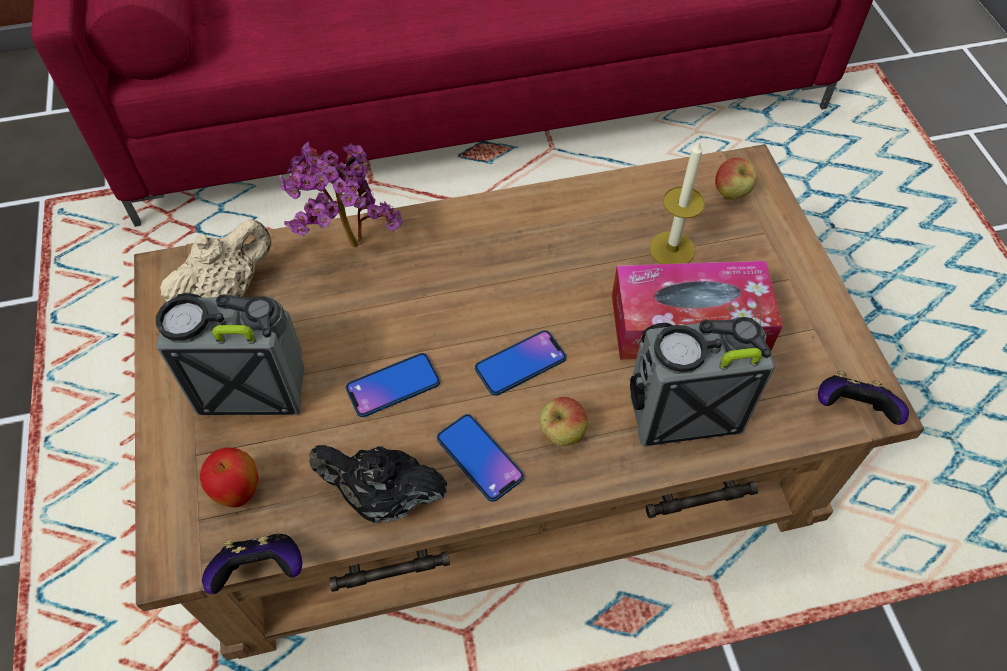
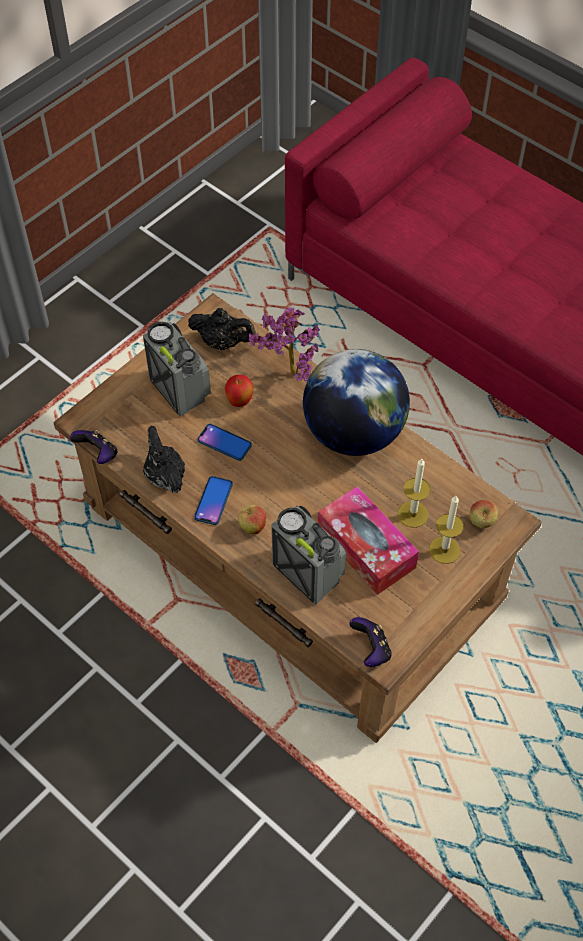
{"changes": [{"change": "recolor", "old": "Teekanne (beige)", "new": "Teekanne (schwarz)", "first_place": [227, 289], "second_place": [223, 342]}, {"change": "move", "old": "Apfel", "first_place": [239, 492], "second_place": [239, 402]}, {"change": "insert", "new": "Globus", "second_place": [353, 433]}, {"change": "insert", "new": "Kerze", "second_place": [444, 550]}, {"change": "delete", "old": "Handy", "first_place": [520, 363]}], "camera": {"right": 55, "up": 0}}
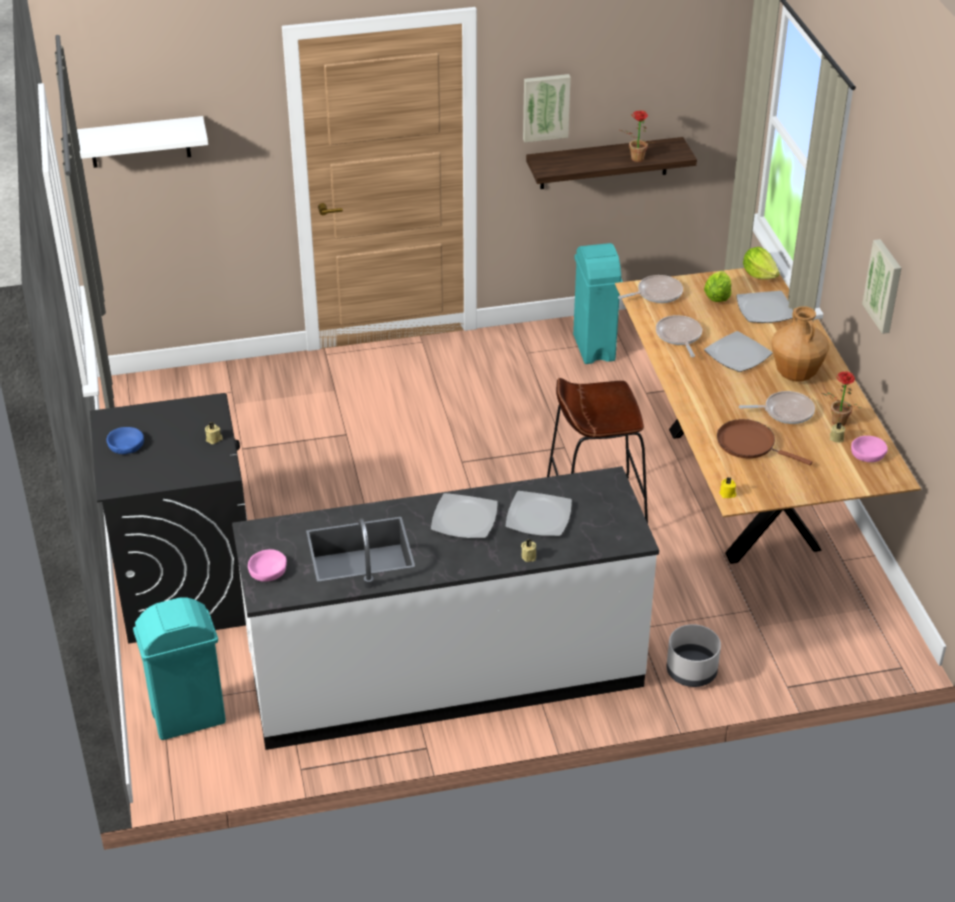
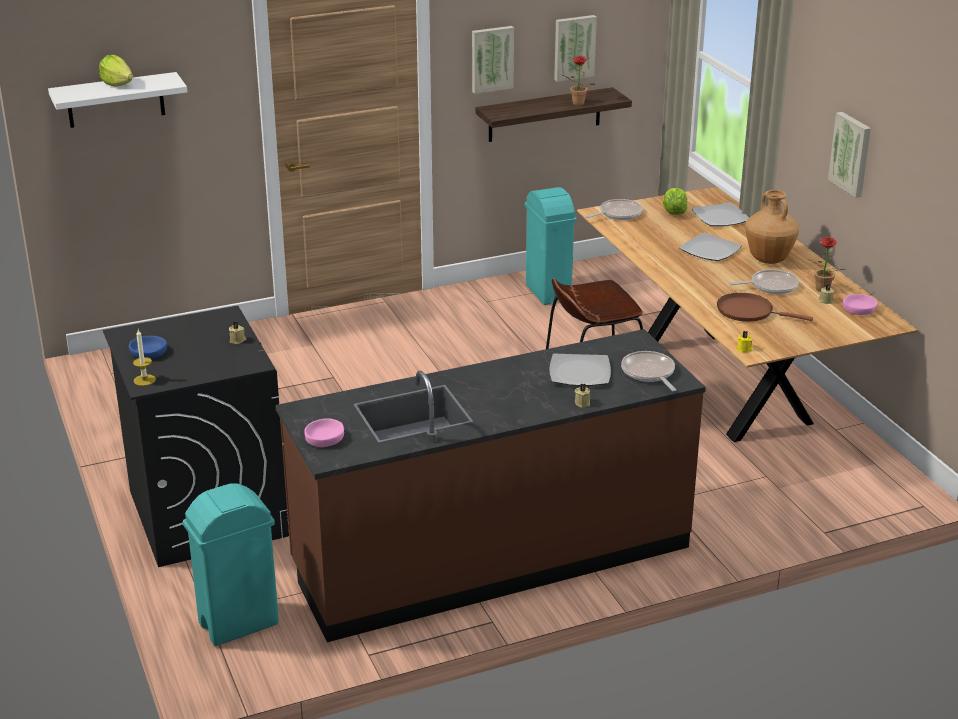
{"changes": [{"change": "move", "old": "Salatkopf", "first_place": [759, 274], "second_place": [117, 84]}, {"change": "insert", "new": "Kerze", "second_place": [144, 380]}, {"change": "recolor", "old": "Küchenzeile (weiß)", "new": "Küchenzeile (braun)", "first_place": [446, 674], "second_place": [491, 557]}, {"change": "insert", "new": "Bild", "second_place": [574, 47]}, {"change": "move", "old": "Pfanne", "first_place": [679, 336], "second_place": [649, 373]}, {"change": "delete", "old": "Teller", "first_place": [464, 519]}, {"change": "delete", "old": "Pflanzkübel (grau)", "first_place": [692, 672]}], "camera": {"right": -10, "up": -10}}
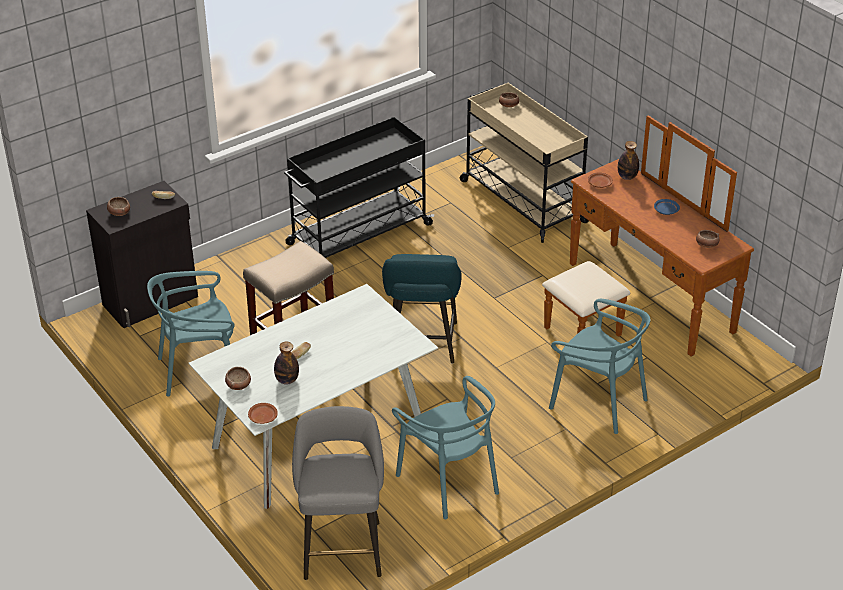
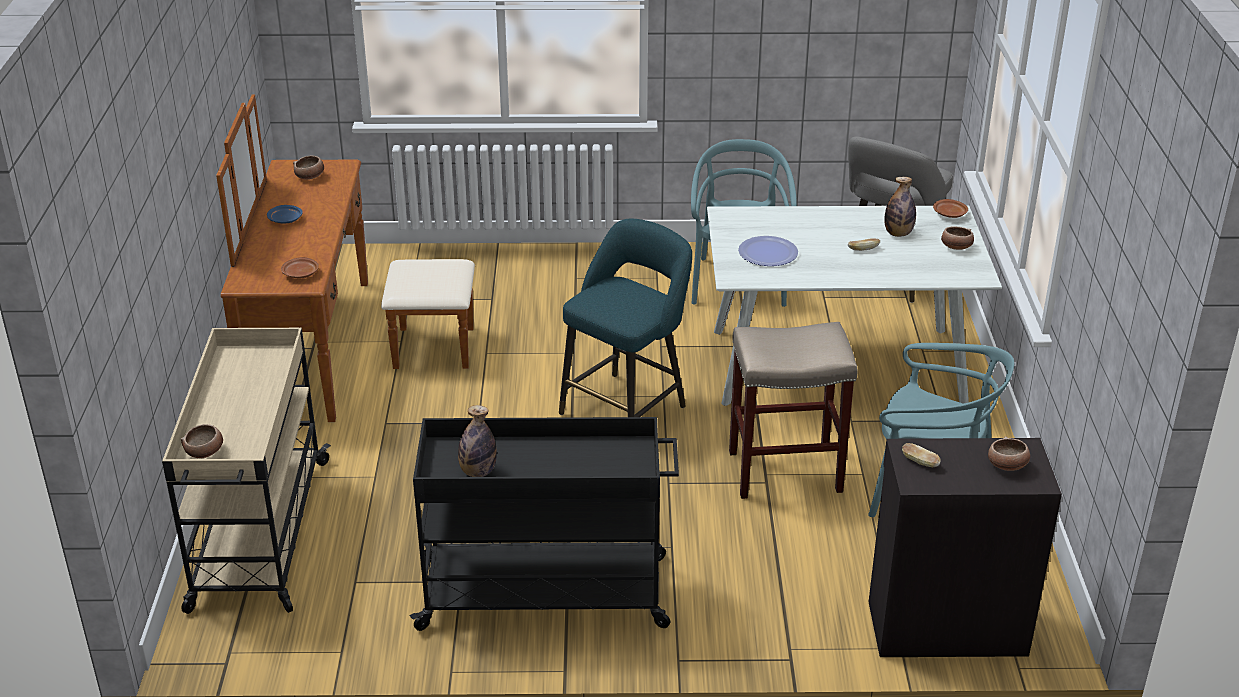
{"changes": [{"change": "move", "old": "Flasche", "first_place": [627, 177], "second_place": [478, 472]}, {"change": "insert", "new": "Teller", "second_place": [768, 253]}, {"change": "delete", "old": "Stuhl (türkis)", "first_place": [598, 401]}], "camera": {"right": -145, "up": -5}}
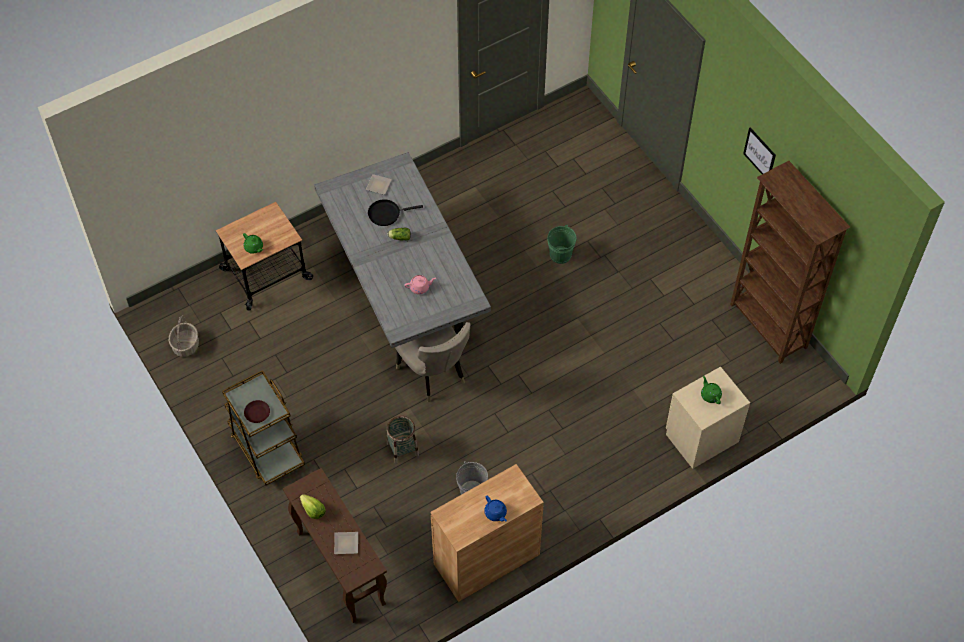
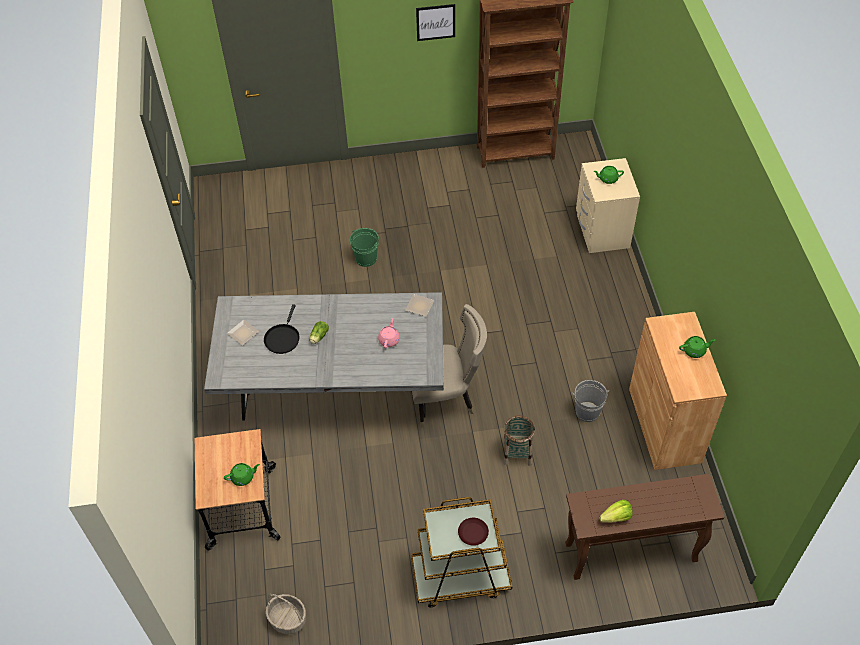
{"changes": [{"change": "move", "old": "Teller", "first_place": [347, 543], "second_place": [419, 305]}, {"change": "recolor", "old": "Teekanne (blau)", "new": "Teekanne (grün)", "first_place": [495, 513], "second_place": [694, 351]}], "camera": {"right": -65, "up": -5}}
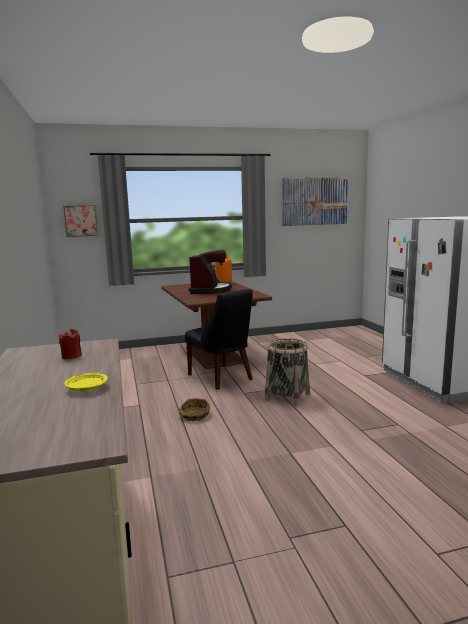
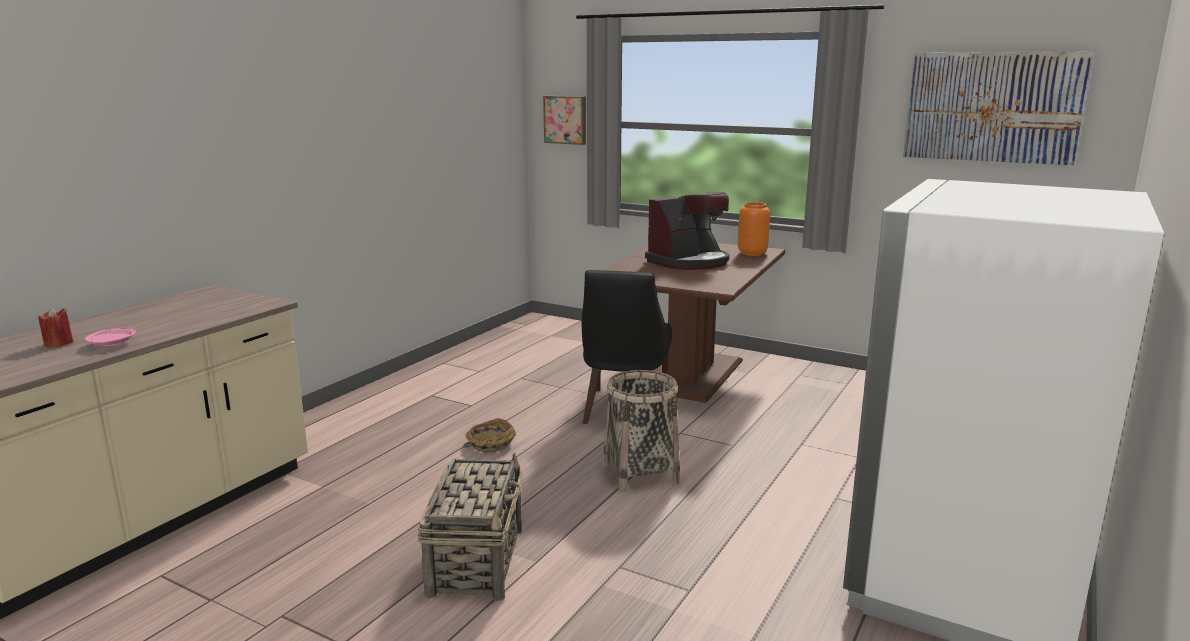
{"changes": [{"change": "move", "old": "Kerze (rot)", "first_place": [71, 356], "second_place": [59, 343]}, {"change": "recolor", "old": "Teller (gelb)", "new": "Teller (rosa)", "first_place": [87, 388], "second_place": [112, 343]}, {"change": "insert", "new": "Korb", "second_place": [477, 560]}], "camera": {"right": 45, "up": 5}}
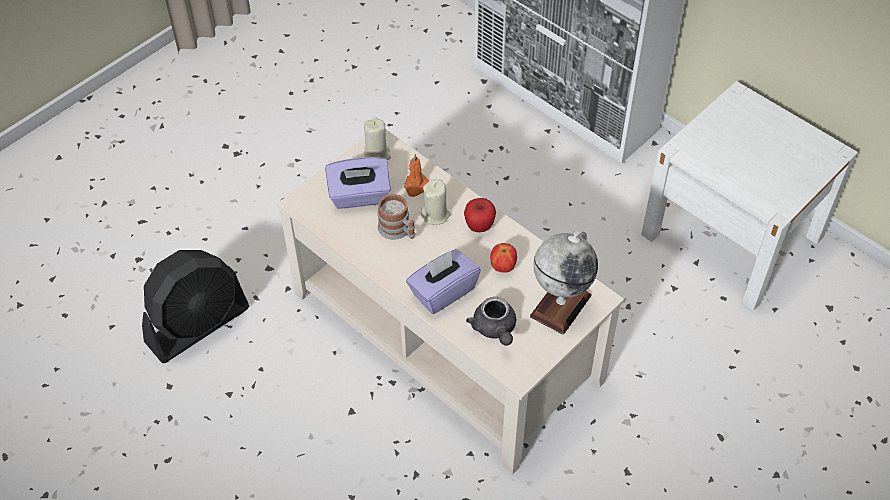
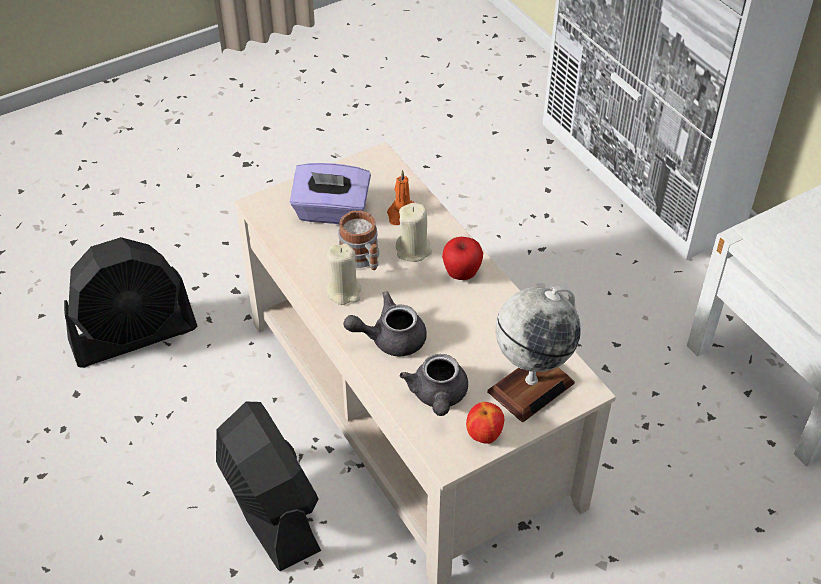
{"changes": [{"change": "insert", "new": "Ventilator (schwarz)", "second_place": [270, 509]}, {"change": "move", "old": "Kerze (beige)", "first_place": [377, 153], "second_place": [344, 291]}, {"change": "replace", "old": "Taschentuchbox (lila)", "new": "Teekanne (grau)", "first_place": [443, 291], "second_place": [390, 339]}, {"change": "move", "old": "Apfel", "first_place": [503, 267], "second_place": [484, 435]}], "camera": {"right": 15, "up": -5}}
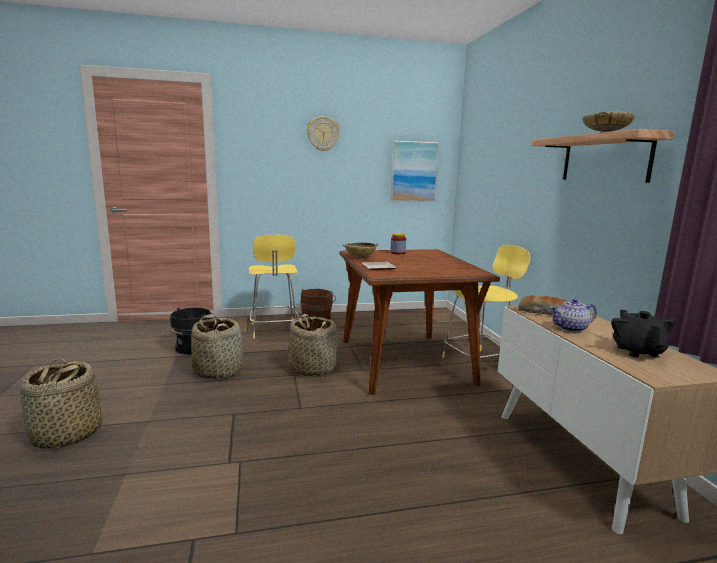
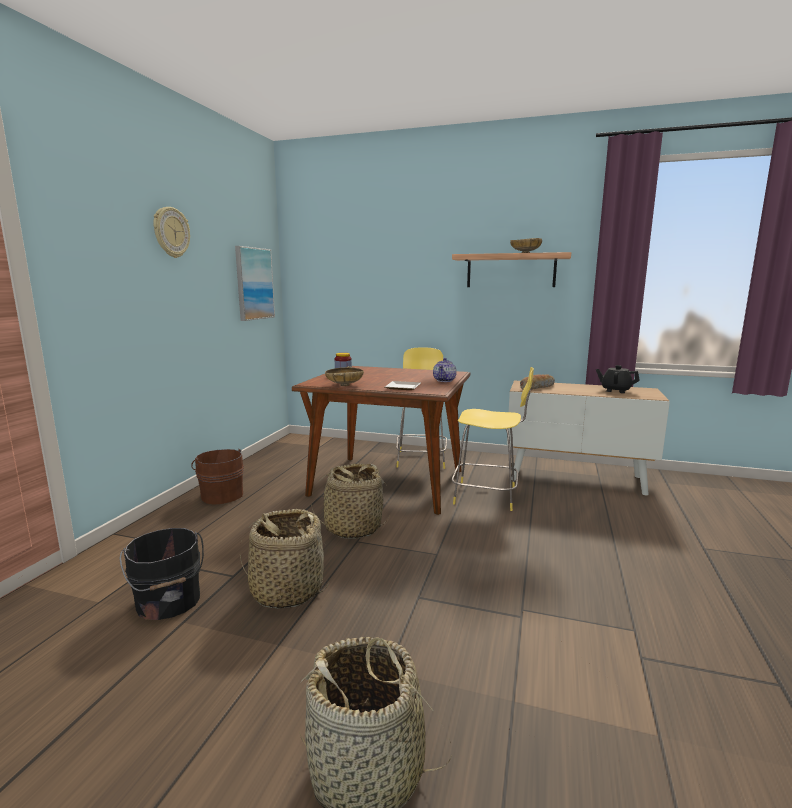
{"changes": [{"change": "move", "old": "Teekanne", "first_place": [571, 328], "second_place": [444, 380]}, {"change": "move", "old": "Hocker (gelb)", "first_place": [274, 330], "second_place": [488, 496]}], "camera": {"right": -60, "up": 0}}
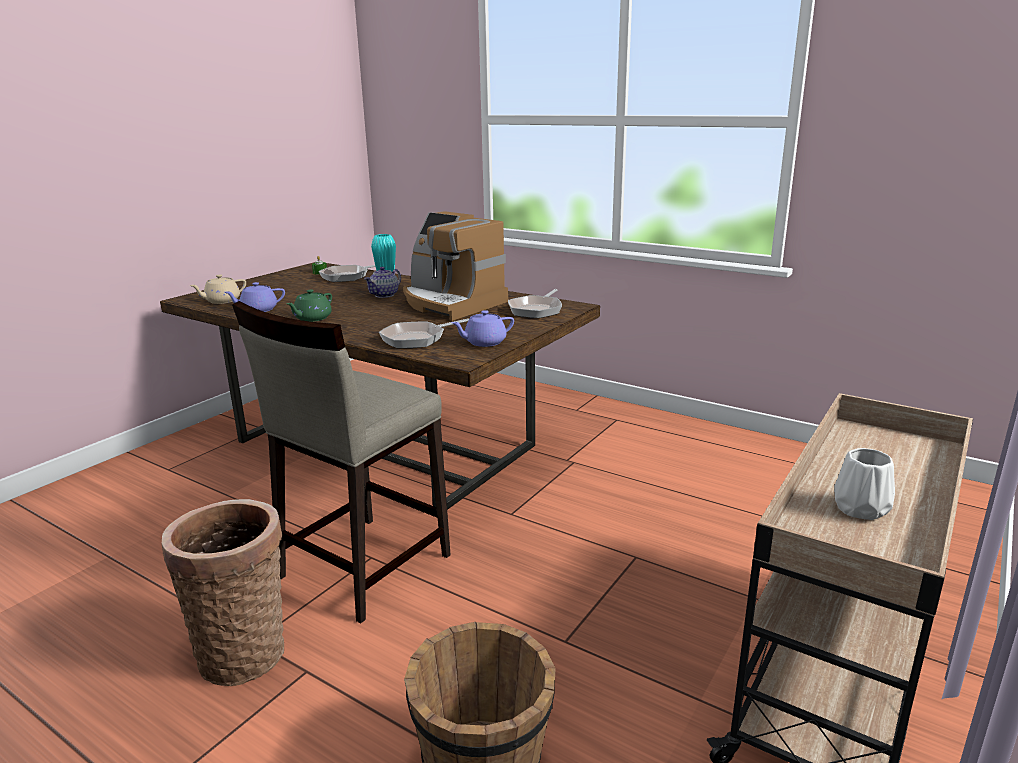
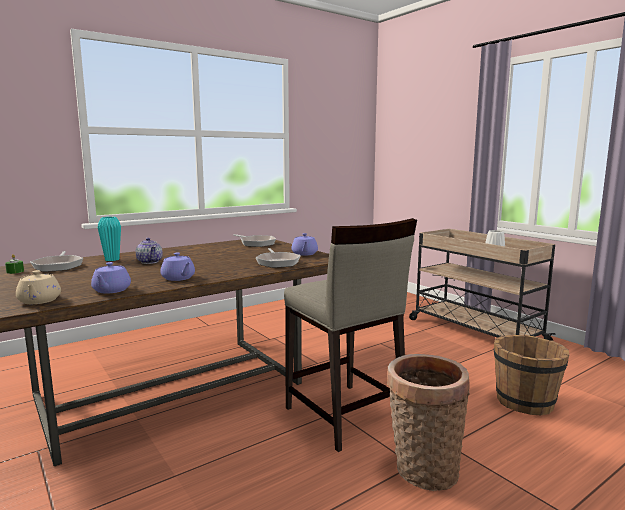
{"changes": [{"change": "recolor", "old": "Teekanne (grün)", "new": "Teekanne (lila)", "first_place": [312, 318], "second_place": [178, 278]}, {"change": "delete", "old": "Kaffeemaschine", "first_place": [451, 303]}], "camera": {"right": -70, "up": -10}}
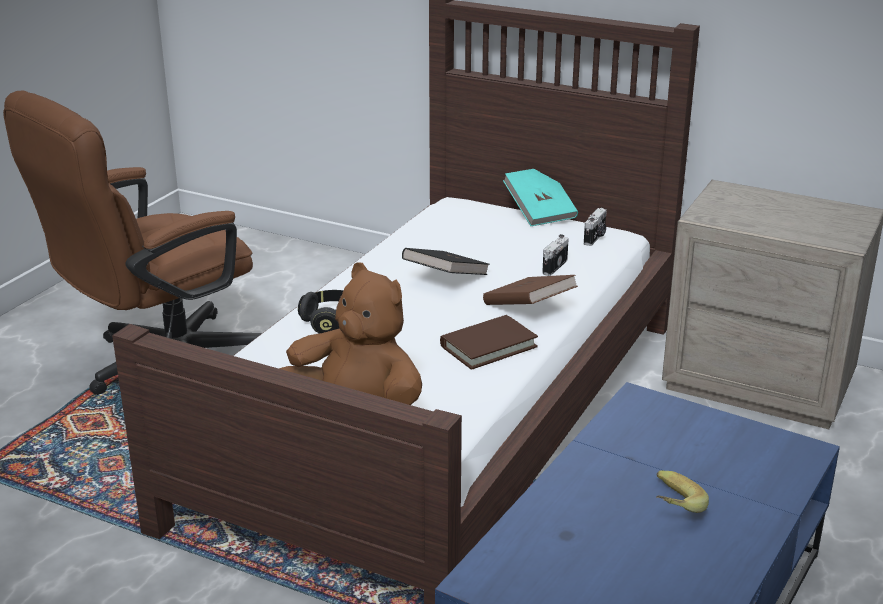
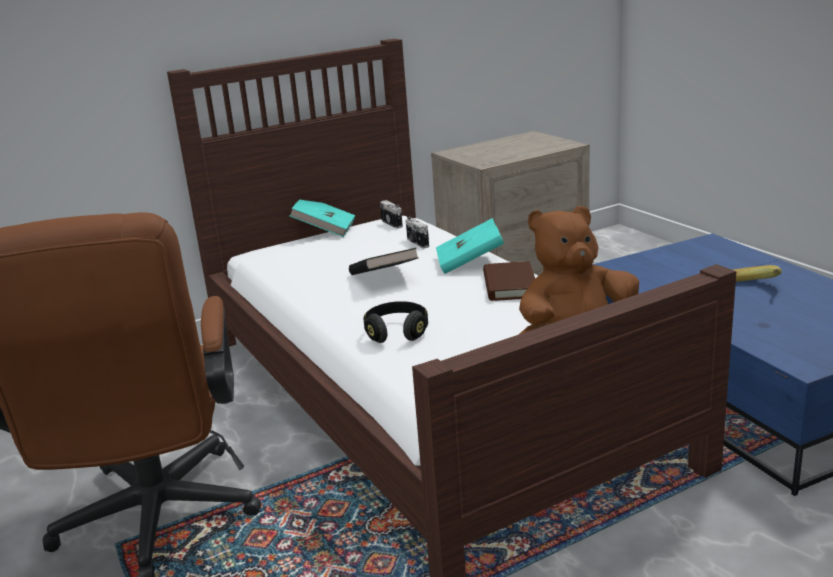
{"changes": [{"change": "recolor", "old": "Buch (braun)", "new": "Buch (türkis)", "first_place": [528, 309], "second_place": [470, 262]}], "camera": {"right": -55, "up": -5}}
